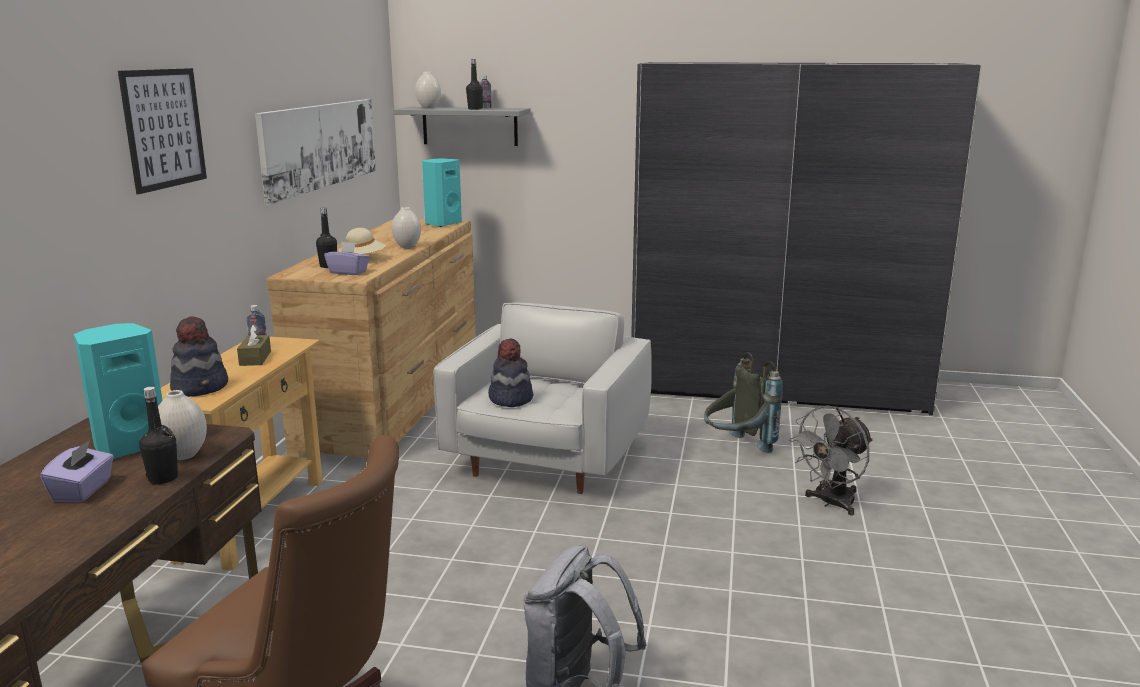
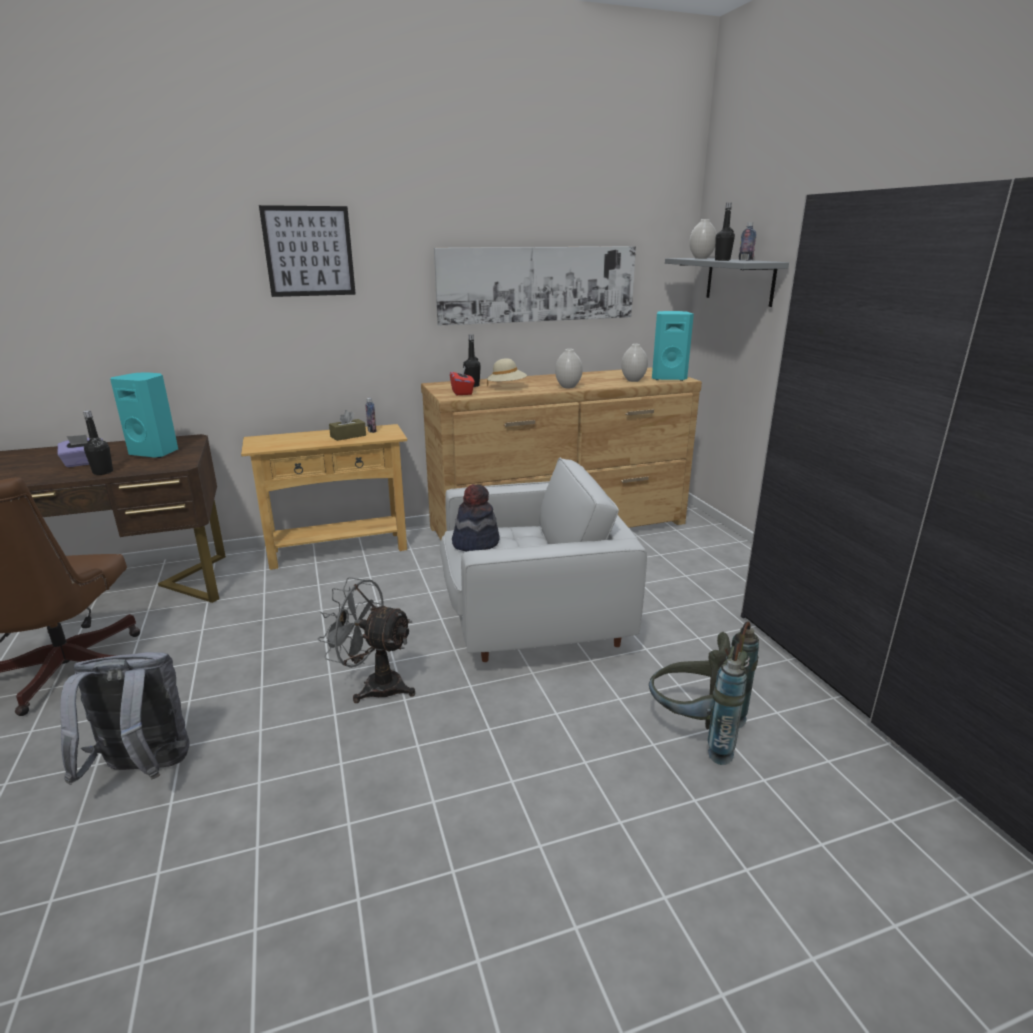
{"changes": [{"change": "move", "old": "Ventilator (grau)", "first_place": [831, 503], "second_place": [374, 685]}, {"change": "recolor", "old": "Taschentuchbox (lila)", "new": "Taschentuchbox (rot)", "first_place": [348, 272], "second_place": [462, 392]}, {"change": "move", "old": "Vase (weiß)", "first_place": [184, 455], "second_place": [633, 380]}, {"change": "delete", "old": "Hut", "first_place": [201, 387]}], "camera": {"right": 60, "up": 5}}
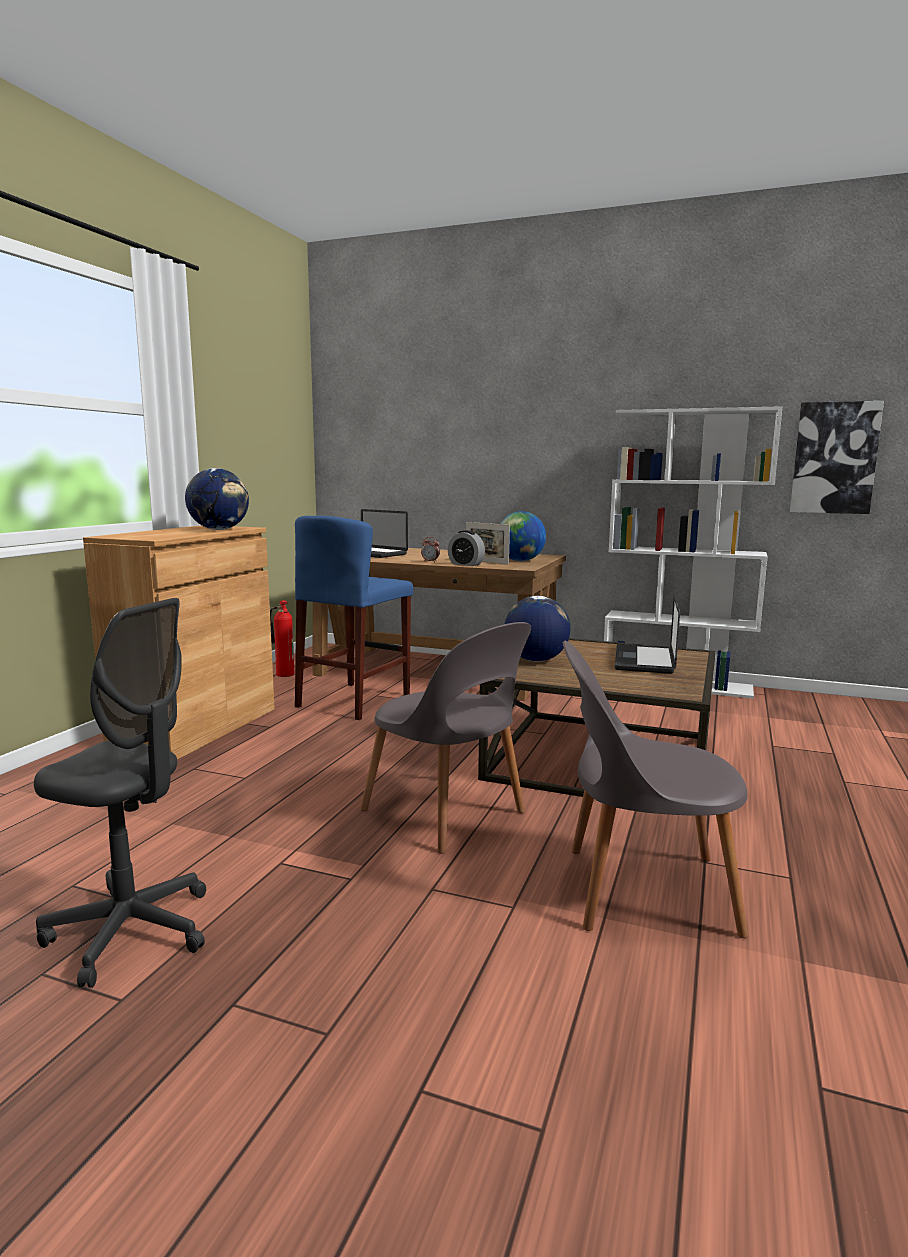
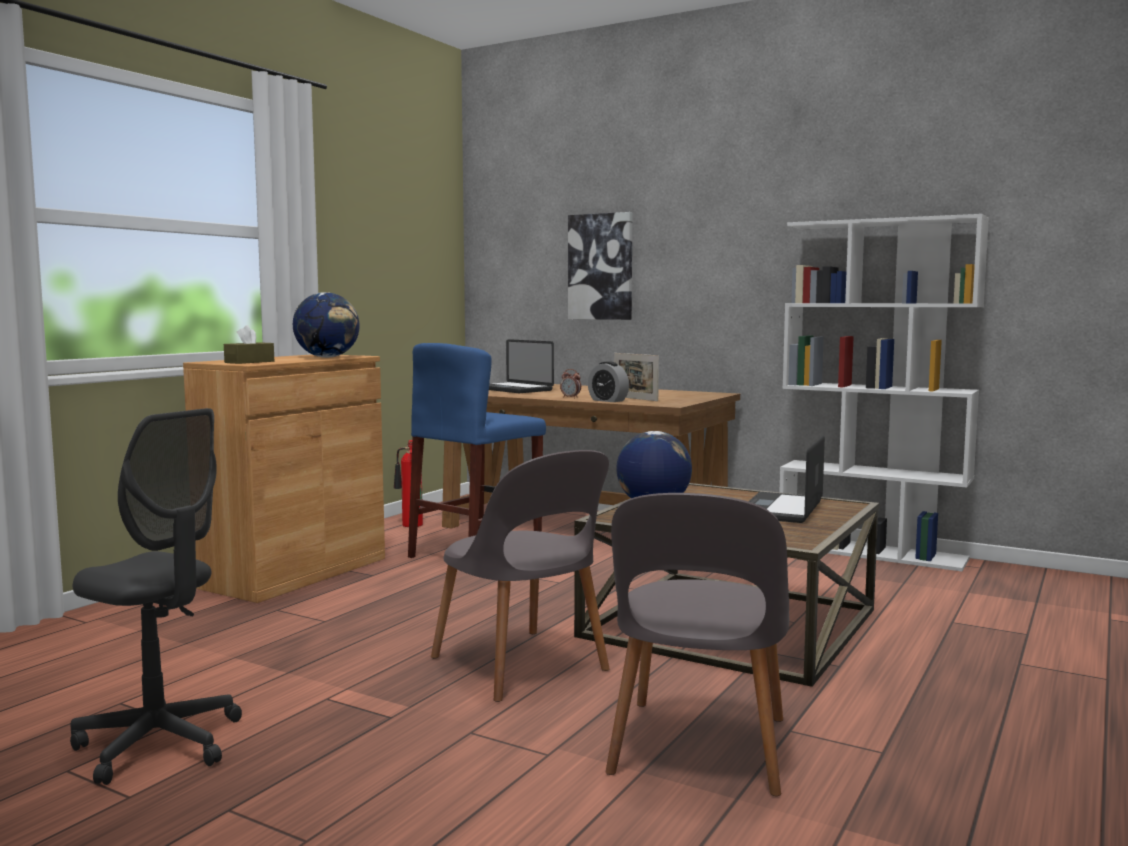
{"changes": [{"change": "insert", "new": "Taschentuchbox (braun)", "second_place": [249, 362]}, {"change": "move", "old": "Bild", "first_place": [834, 458], "second_place": [601, 267]}, {"change": "rotate", "old": "Stuhl (grau)", "first_place": [641, 890], "second_place": [698, 750], "degrees": -90}, {"change": "delete", "old": "Globus", "first_place": [520, 561]}], "camera": {"right": 10, "up": -5}}
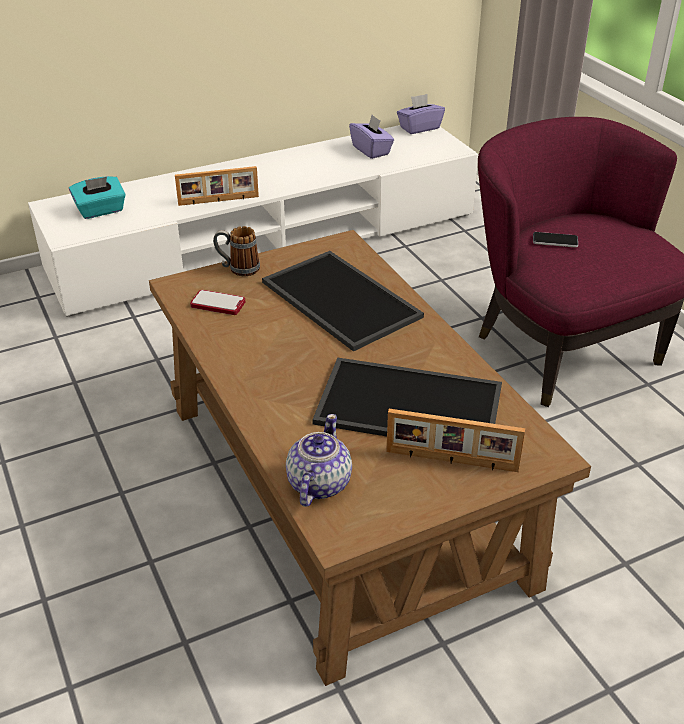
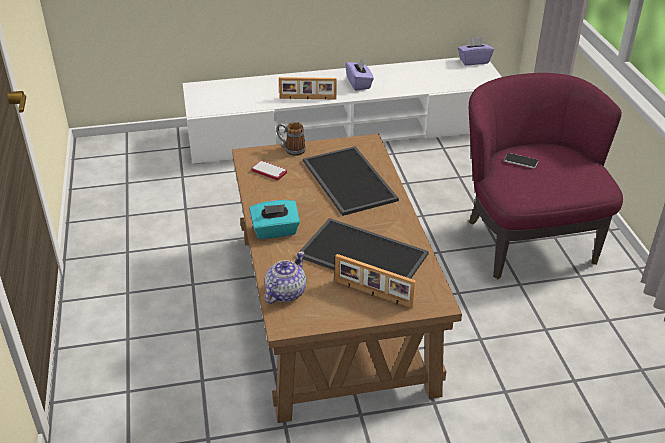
{"changes": [{"change": "move", "old": "Taschentuchbox (türkis)", "first_place": [100, 211], "second_place": [275, 231]}, {"change": "move", "old": "Taschentuchbox (lila)", "first_place": [371, 150], "second_place": [359, 84]}], "camera": {"right": 15, "up": 0}}
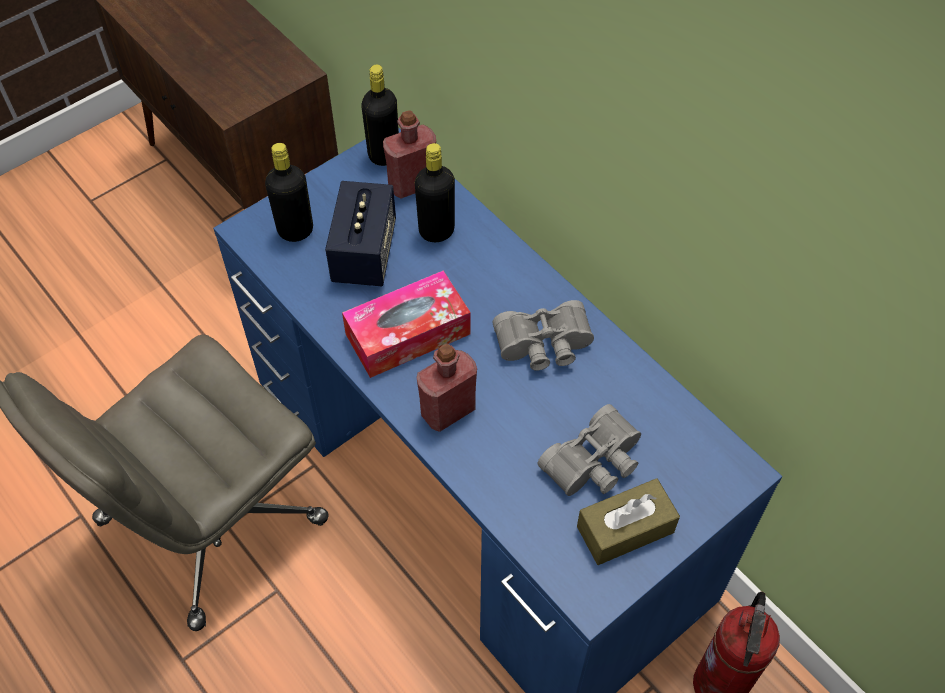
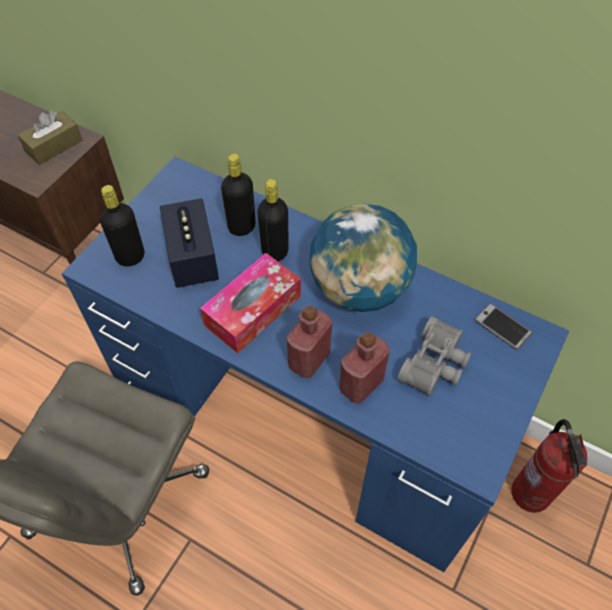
{"changes": [{"change": "move", "old": "Taschentuchbox (braun)", "first_place": [625, 529], "second_place": [54, 146]}, {"change": "move", "old": "Flasche (schwarz)", "first_place": [384, 154], "second_place": [275, 251]}, {"change": "replace", "old": "Fernglas (grau)", "new": "Globus", "first_place": [544, 346], "second_place": [359, 288]}, {"change": "move", "old": "Flasche (rot)", "first_place": [412, 184], "second_place": [361, 384]}, {"change": "insert", "new": "Handy", "second_place": [502, 327]}], "camera": {"right": -20, "up": 0}}
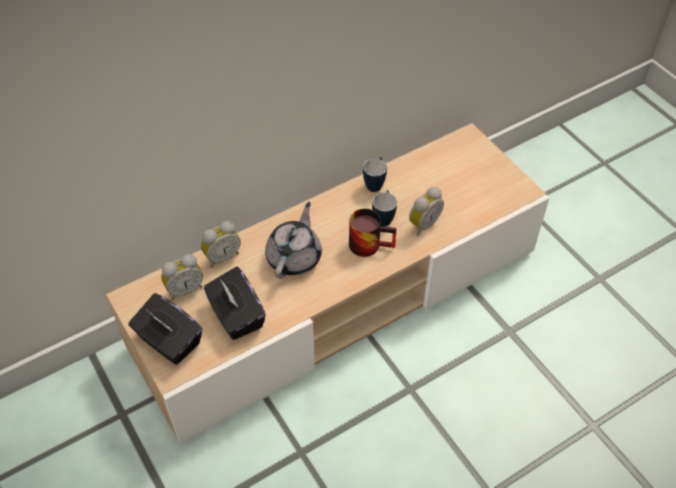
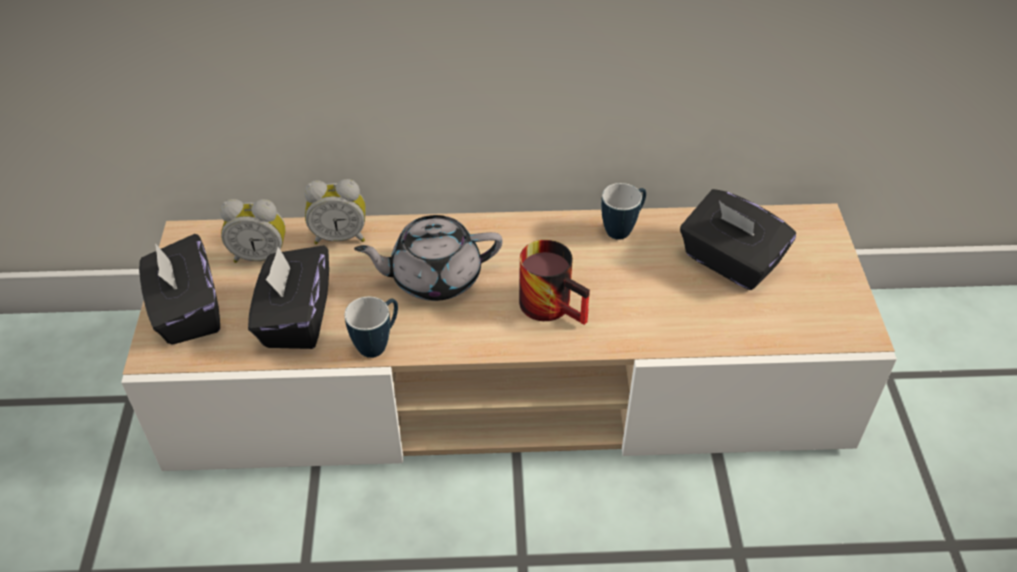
{"changes": [{"change": "move", "old": "Henkelbecher", "first_place": [384, 218], "second_place": [378, 343]}, {"change": "rotate", "old": "Teekanne (grau)", "first_place": [294, 257], "second_place": [434, 277], "degrees": -150}, {"change": "insert", "new": "Taschentuchbox (schwarz)", "second_place": [729, 262]}, {"change": "delete", "old": "Wecker", "first_place": [422, 224]}], "camera": {"right": 30, "up": -5}}
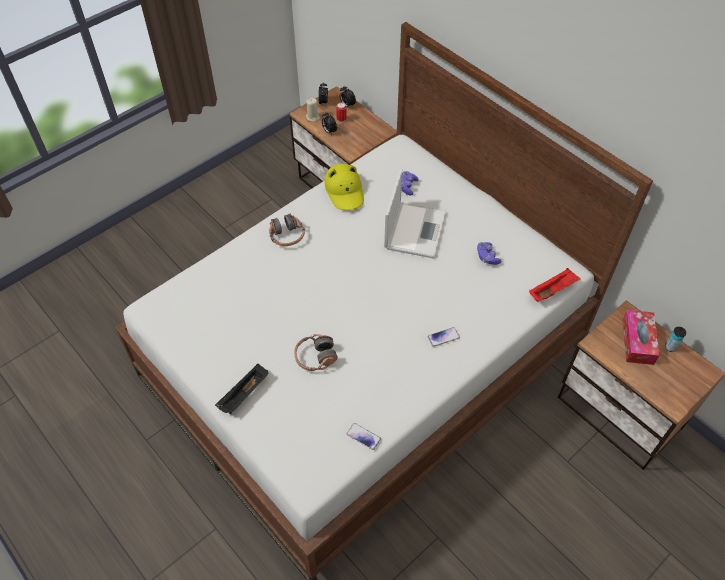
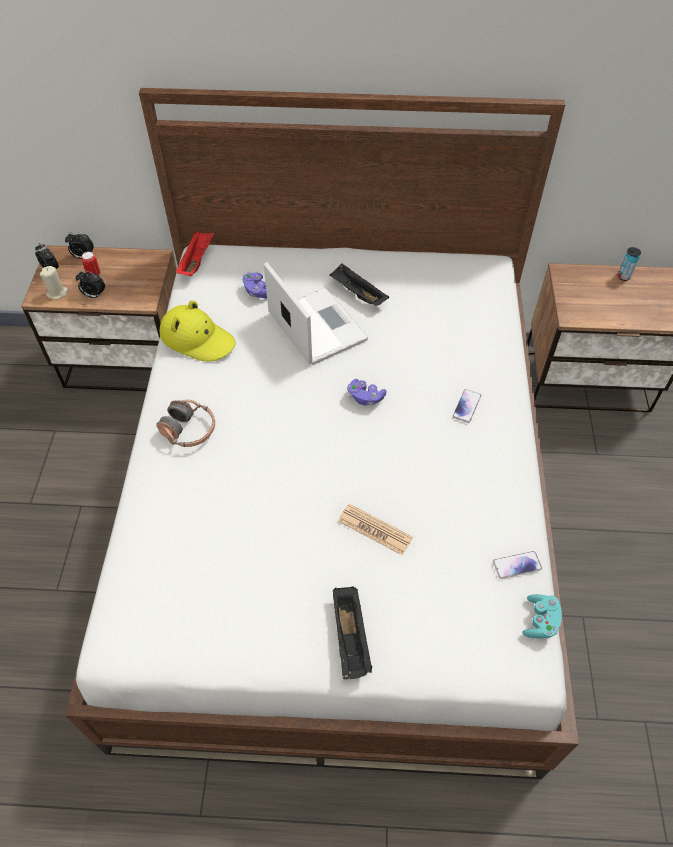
{"changes": [{"change": "move", "old": "Tablett (rot)", "first_place": [552, 290], "second_place": [196, 261]}, {"change": "insert", "new": "Tablett (schwarz)", "second_place": [357, 293]}, {"change": "replace", "old": "Kopfhörer", "new": "Zeitung", "first_place": [315, 357], "second_place": [375, 529]}, {"change": "move", "old": "Gamepad (lila)", "first_place": [487, 257], "second_place": [365, 397]}, {"change": "insert", "new": "Gamepad (türkis)", "second_place": [540, 621]}, {"change": "delete", "old": "Taschentuchbox", "first_place": [637, 341]}], "camera": {"right": -45, "up": 0}}
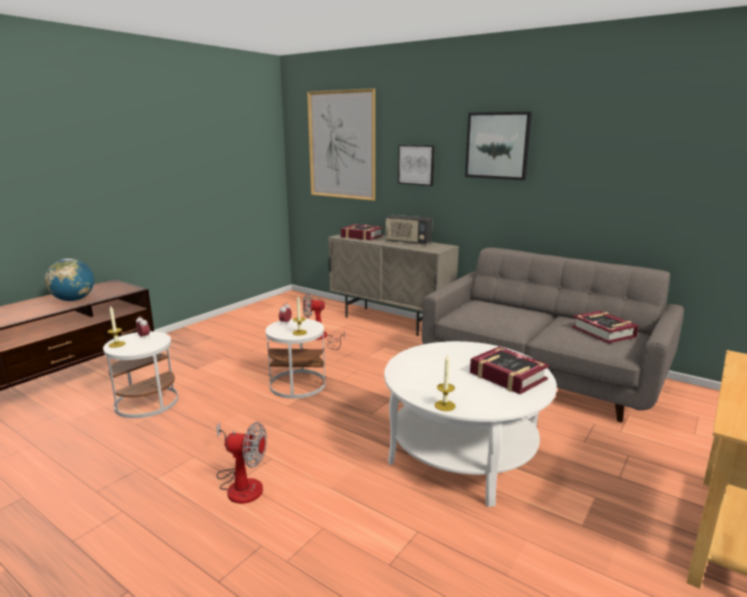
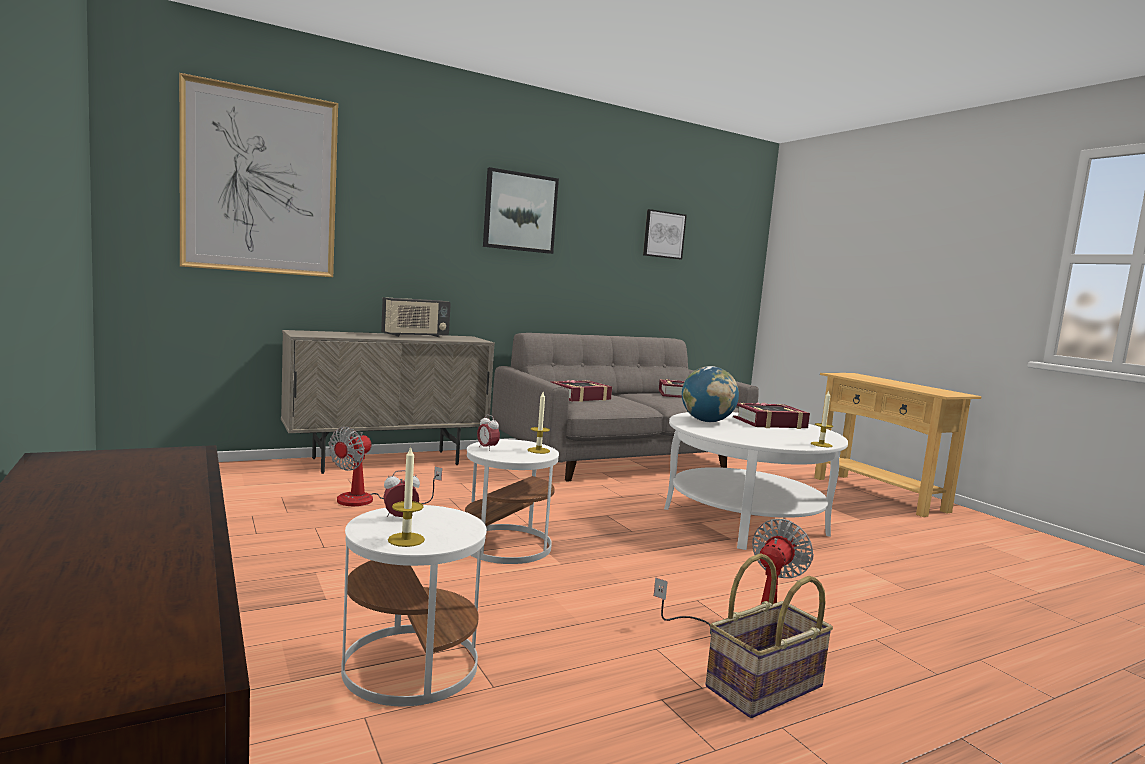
{"changes": [{"change": "move", "old": "Buch", "first_place": [361, 236], "second_place": [580, 397]}, {"change": "move", "old": "Bild", "first_place": [416, 165], "second_place": [663, 234]}, {"change": "move", "old": "Globus", "first_place": [74, 300], "second_place": [707, 421]}, {"change": "insert", "new": "Korb", "second_place": [765, 688]}], "camera": {"right": -65, "up": -10}}
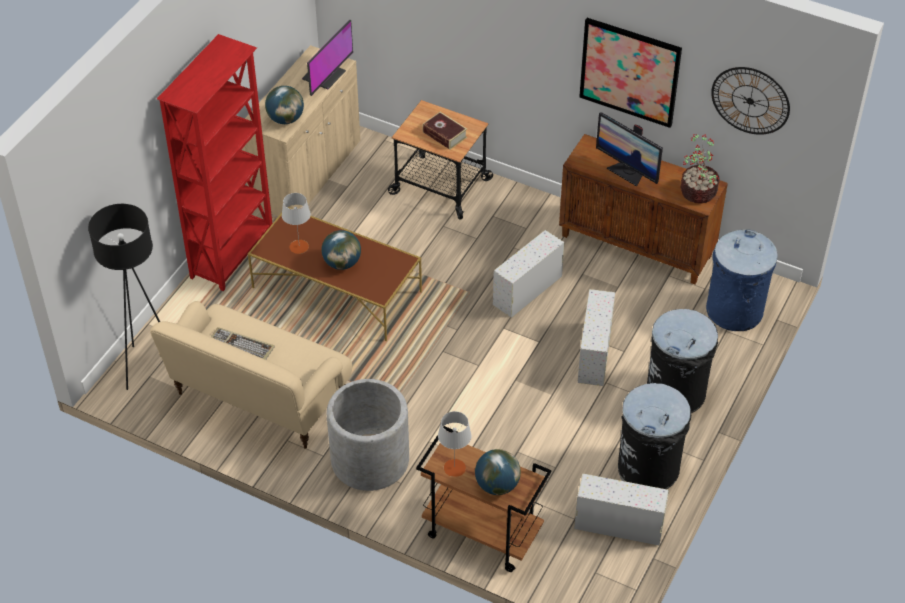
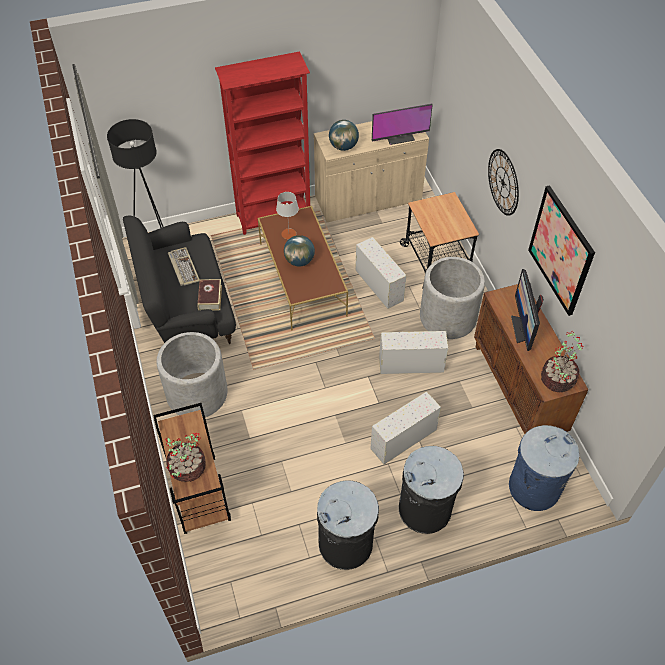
{"changes": [{"change": "recolor", "old": "Sofa (beige)", "new": "Sofa (schwarz)", "first_place": [259, 398], "second_place": [187, 309]}, {"change": "replace", "old": "Globus", "new": "Topfpflanze", "first_place": [497, 485], "second_place": [187, 468]}, {"change": "move", "old": "Buch", "first_place": [444, 135], "second_place": [210, 298]}, {"change": "move", "old": "Aufbewahrungsbox (weiß)", "first_place": [617, 525], "second_place": [378, 284]}, {"change": "insert", "new": "Pflanzkübel (grau)", "second_place": [448, 317]}, {"change": "move", "old": "Wanduhr", "first_place": [750, 100], "second_place": [503, 182]}, {"change": "delete", "old": "Tischlampe (grau)", "first_place": [454, 468]}], "camera": {"right": 45, "up": 5}}
